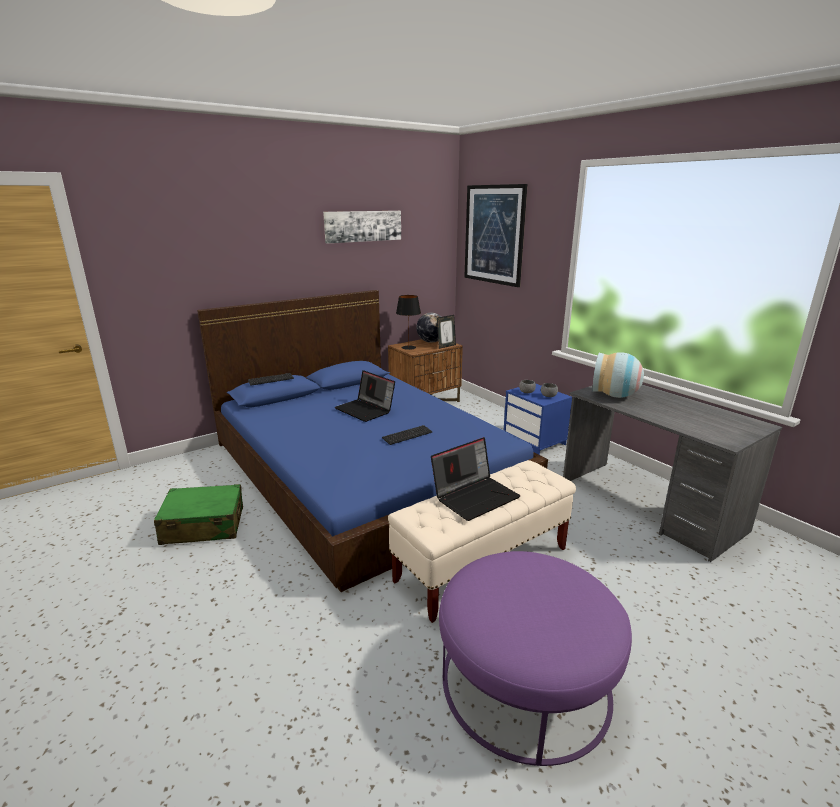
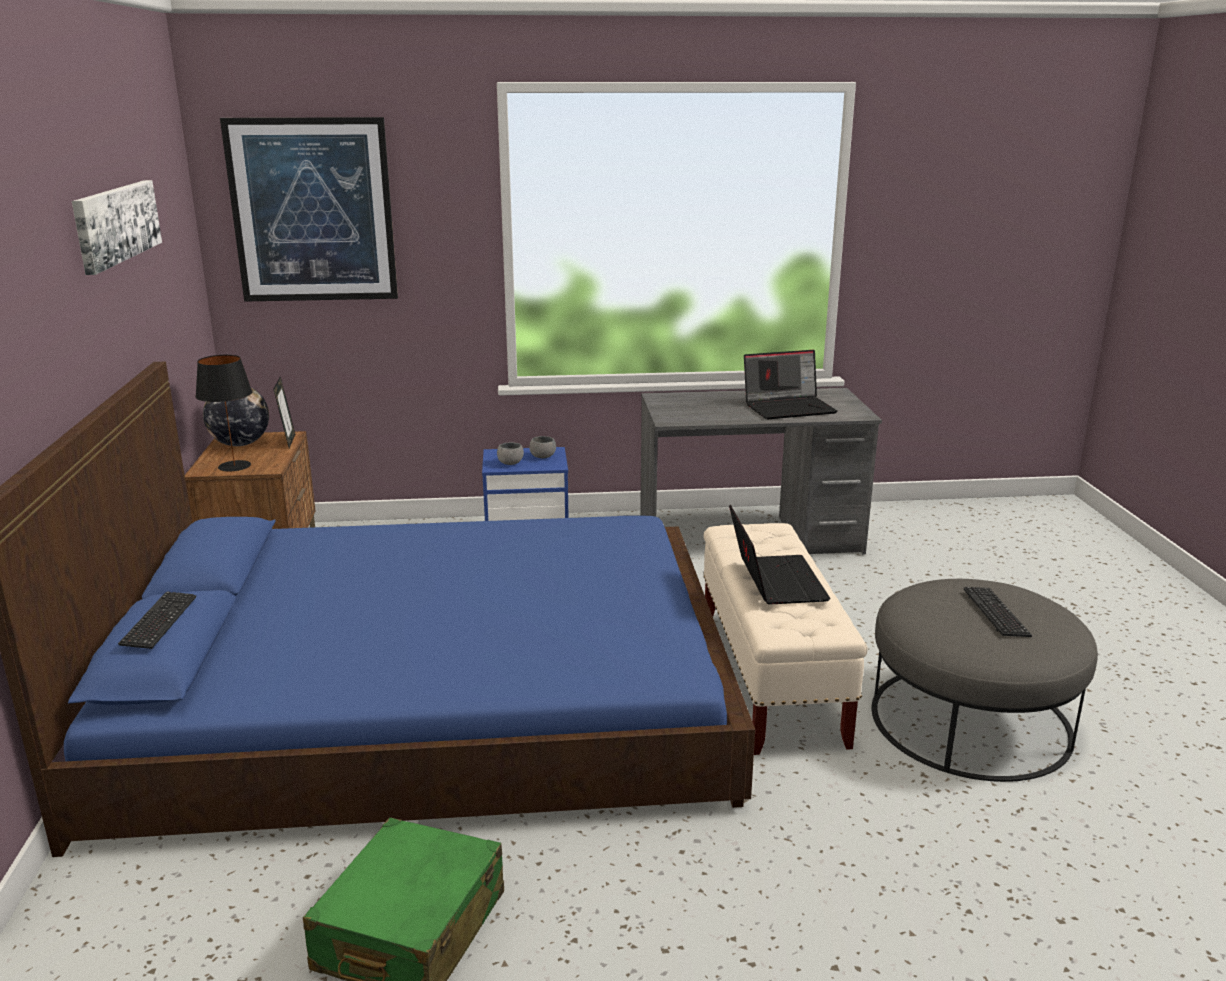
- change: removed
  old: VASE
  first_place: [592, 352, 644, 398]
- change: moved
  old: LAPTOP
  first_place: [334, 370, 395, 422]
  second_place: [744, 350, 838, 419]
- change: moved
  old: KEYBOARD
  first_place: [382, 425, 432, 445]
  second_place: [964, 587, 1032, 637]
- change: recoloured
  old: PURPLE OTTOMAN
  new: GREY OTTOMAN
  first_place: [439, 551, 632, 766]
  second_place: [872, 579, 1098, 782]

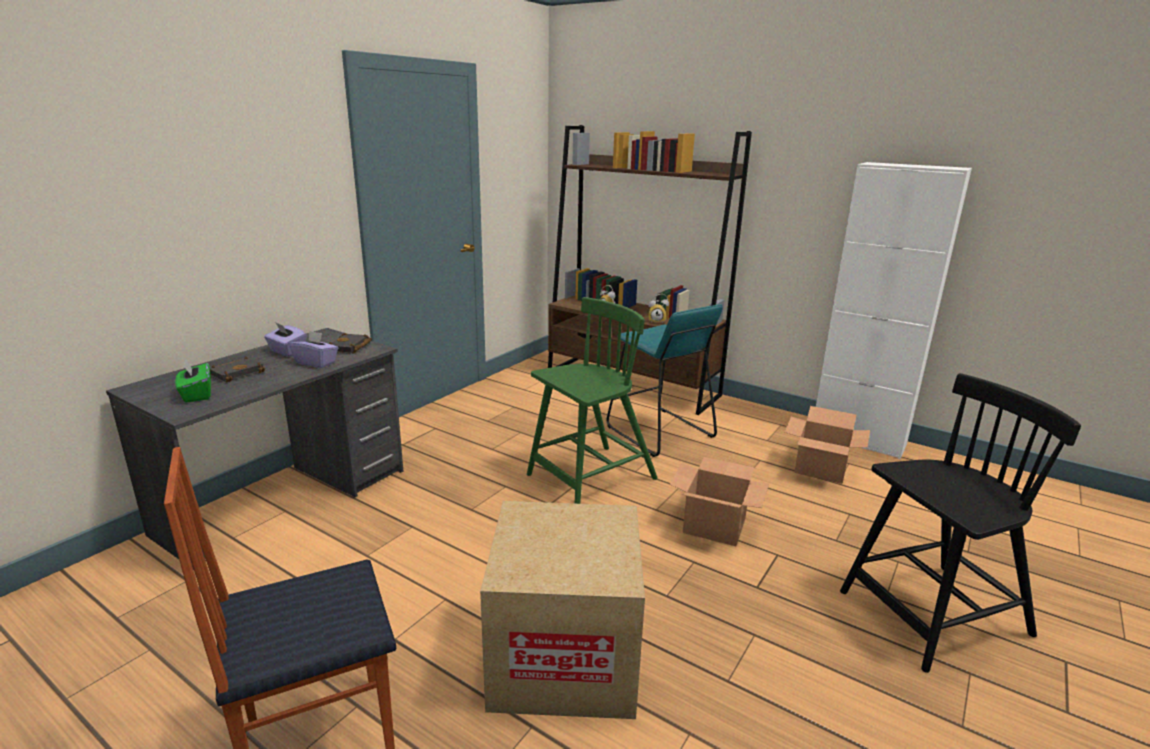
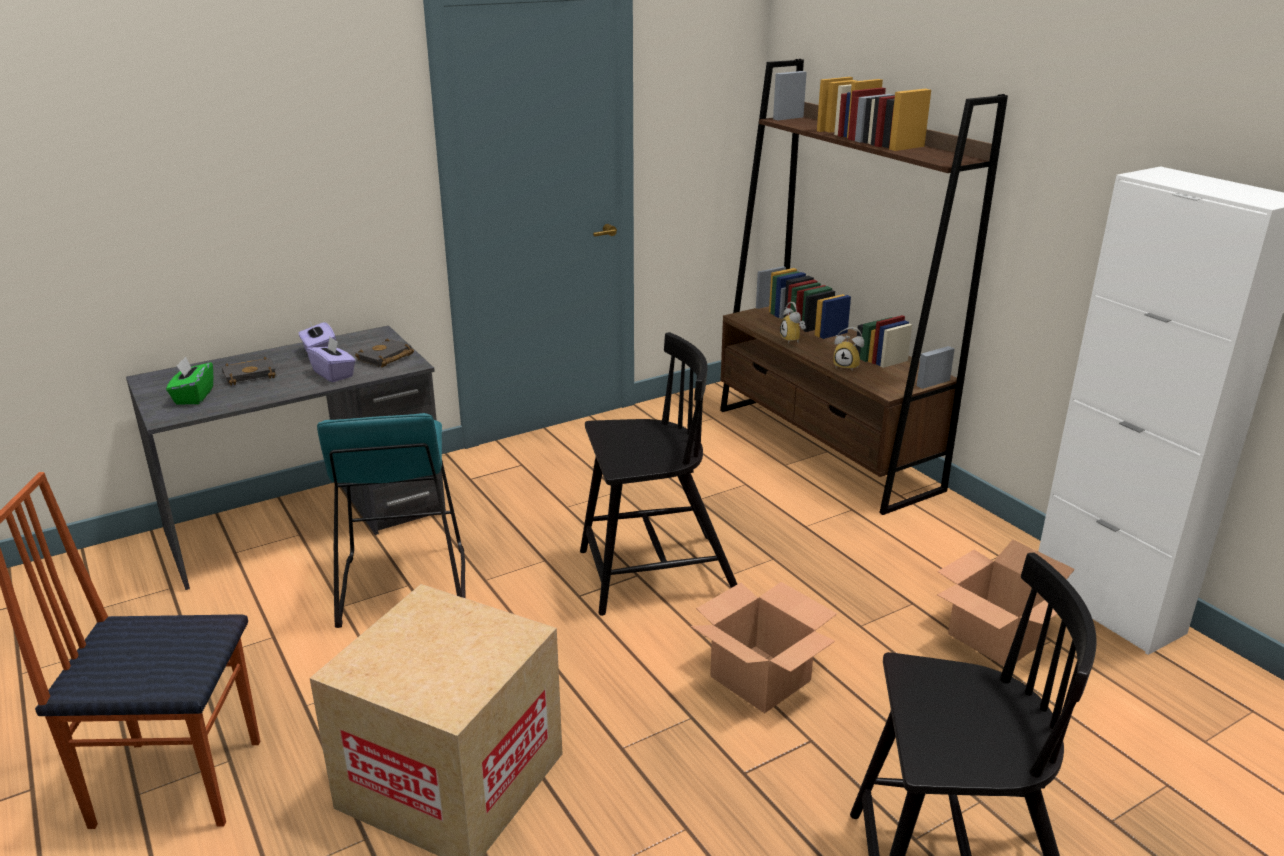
- change: moved
  old: TURQUOISE STOOL
  first_place: [606, 304, 723, 457]
  second_place: [317, 413, 466, 628]
- change: recoloured
  old: GREEN CHAIR
  new: BLACK CHAIR
  first_place: [527, 297, 658, 504]
  second_place: [580, 332, 737, 616]

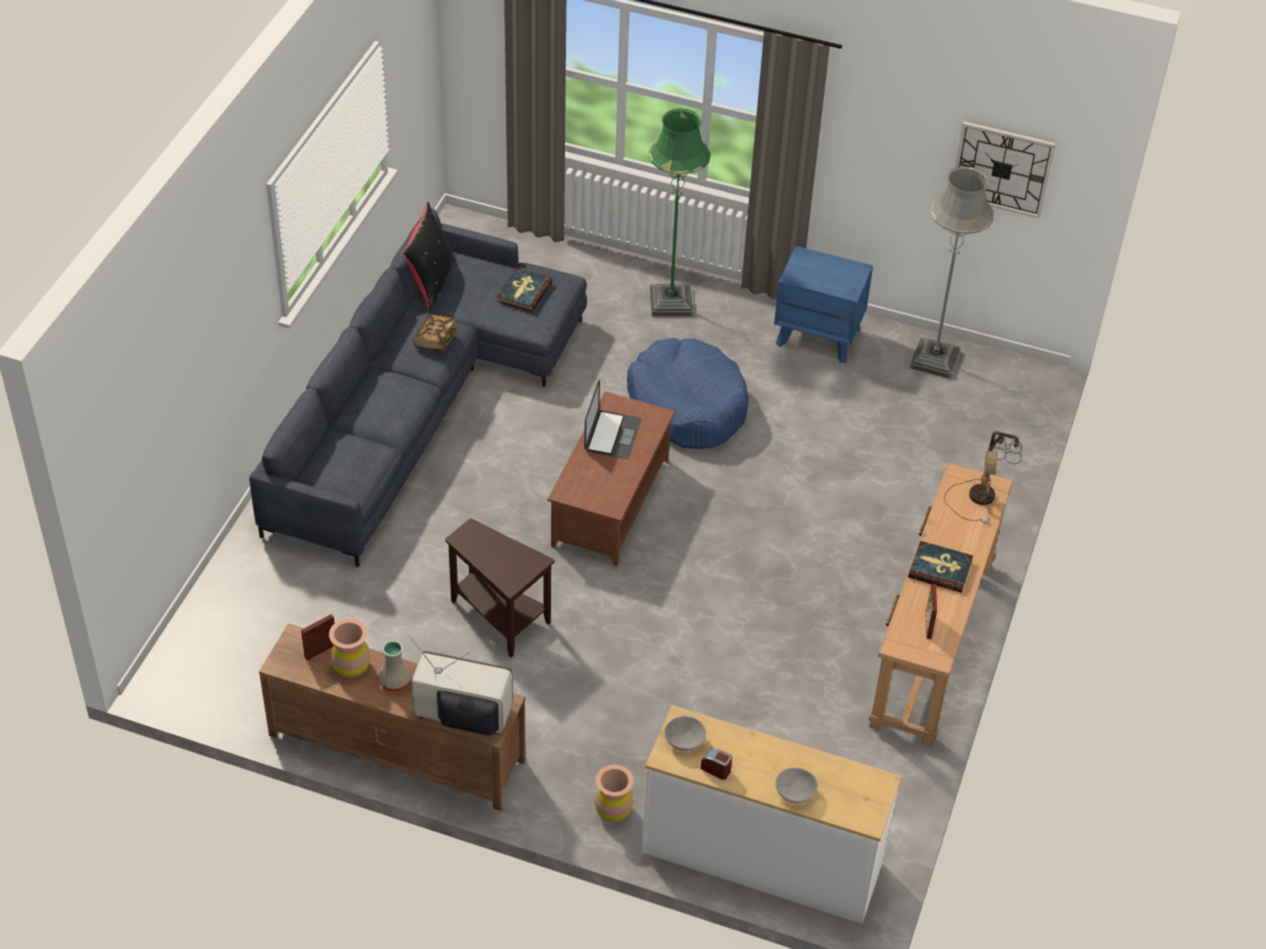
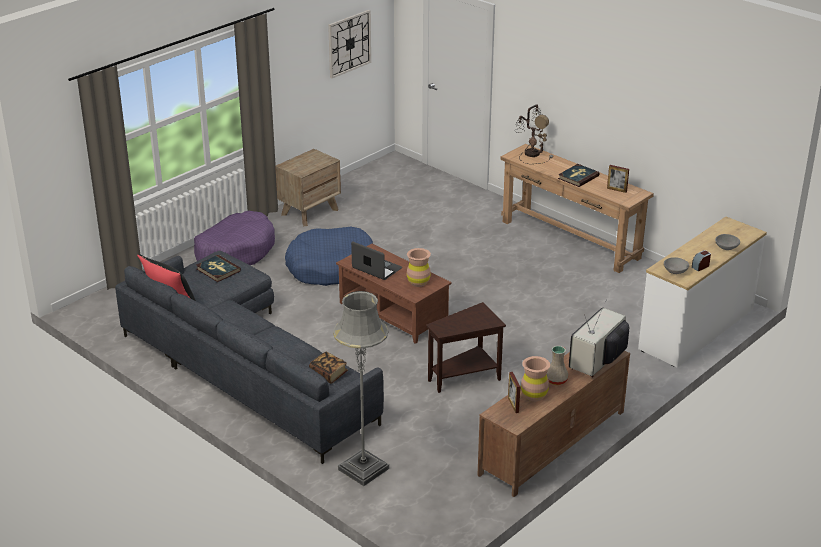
- change: moved
  old: BOOK
  first_place: [413, 314, 457, 352]
  second_place: [309, 351, 348, 384]
- change: moved
  old: BROWN VASE
  first_place: [594, 765, 634, 822]
  second_place: [407, 248, 431, 287]
- change: moved
  old: GREY FLOOR LAMP
  first_place: [909, 166, 994, 379]
  second_place: [333, 291, 389, 486]
- change: replaced
  old: GREEN FLOOR LAMP
  new: PURPLE DOG BED
  first_place: [648, 108, 711, 317]
  second_place: [194, 211, 275, 265]
- change: recoloured
  old: BLUE NIGHTSTAND
  new: BROWN NIGHTSTAND
  first_place: [774, 246, 873, 363]
  second_place: [275, 149, 341, 226]

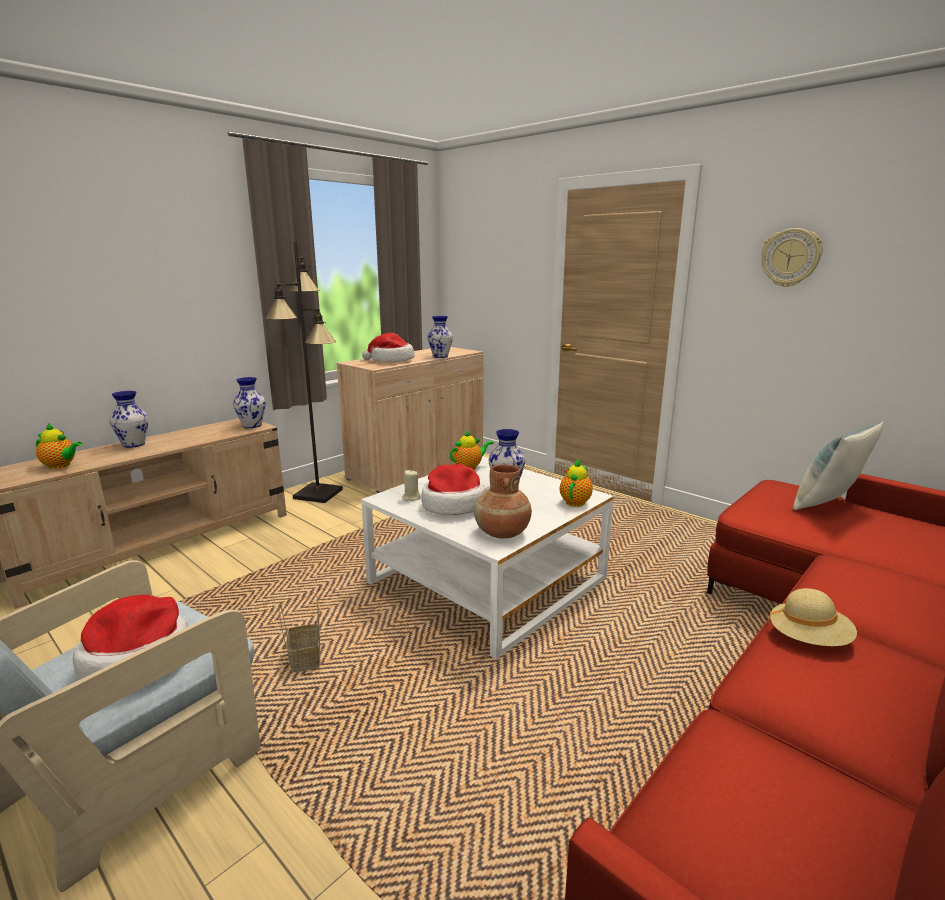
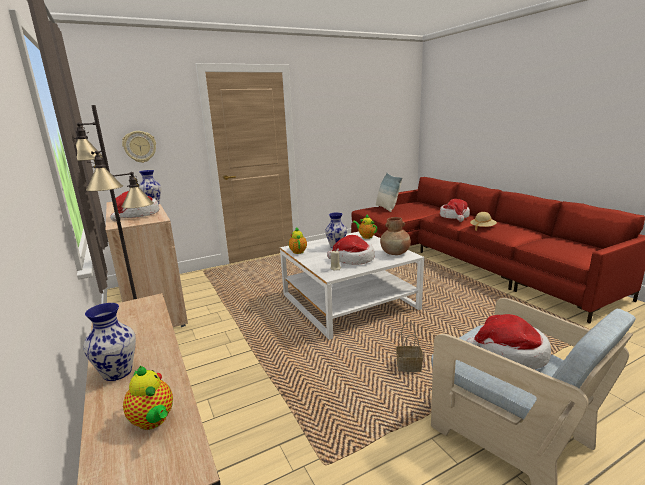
- change: removed
  old: VASE
  first_place: [233, 377, 266, 428]
- change: added
  new: HAT
  second_place: [440, 199, 470, 222]
- change: moved
  old: WALL CLOCK
  first_place: [761, 228, 823, 287]
  second_place: [122, 131, 156, 163]
- change: turned
  old: TEAPOT
  first_place: [36, 423, 82, 469]
  second_place: [123, 366, 173, 430]
  degrees: 105

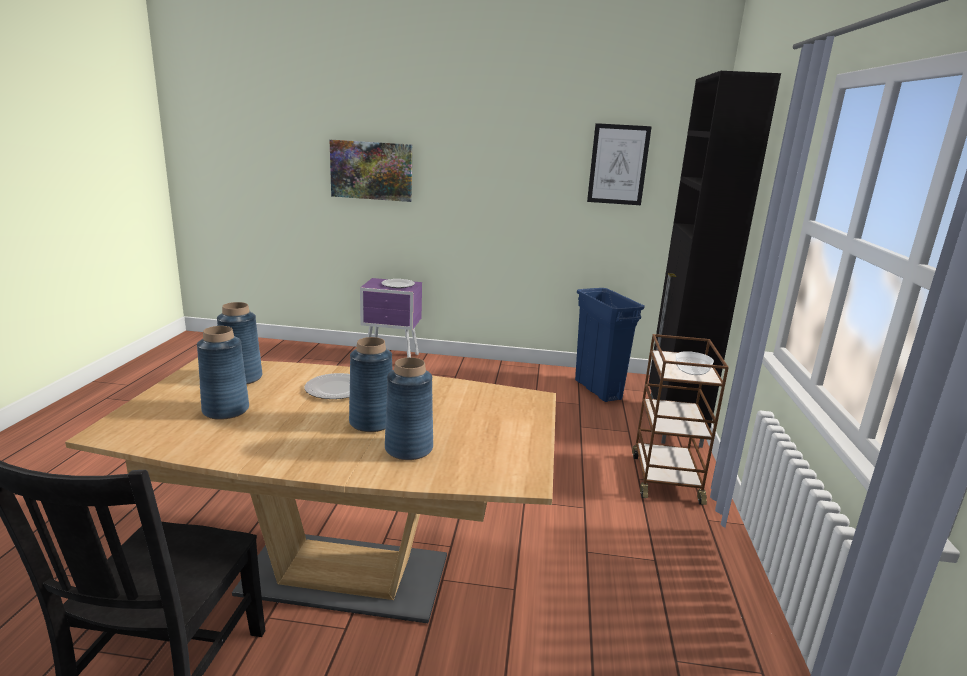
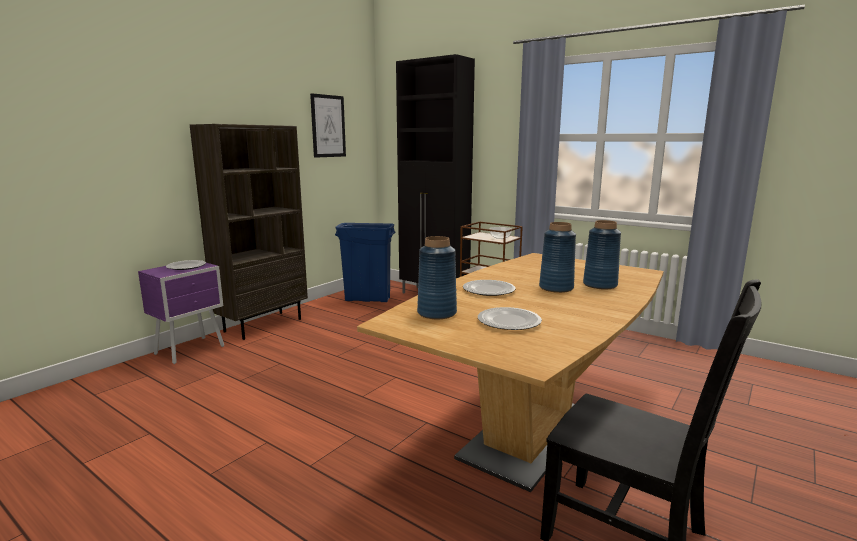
- change: removed
  old: PICTURE
  first_place: [330, 140, 412, 202]
- change: added
  new: BROWN BOOKCASE
  second_place: [190, 124, 308, 340]
- change: replaced
  old: BLUE VASE
  new: PLATE
  first_place: [197, 326, 249, 420]
  second_place: [478, 307, 542, 330]

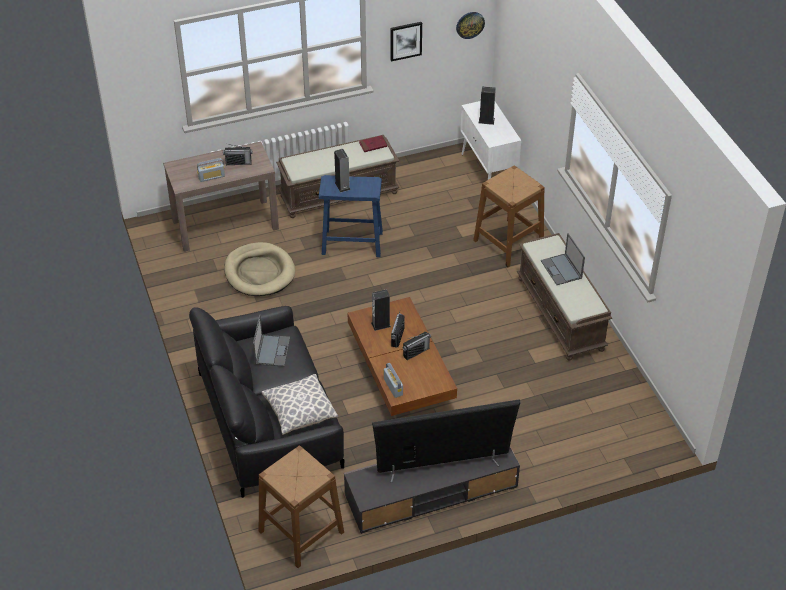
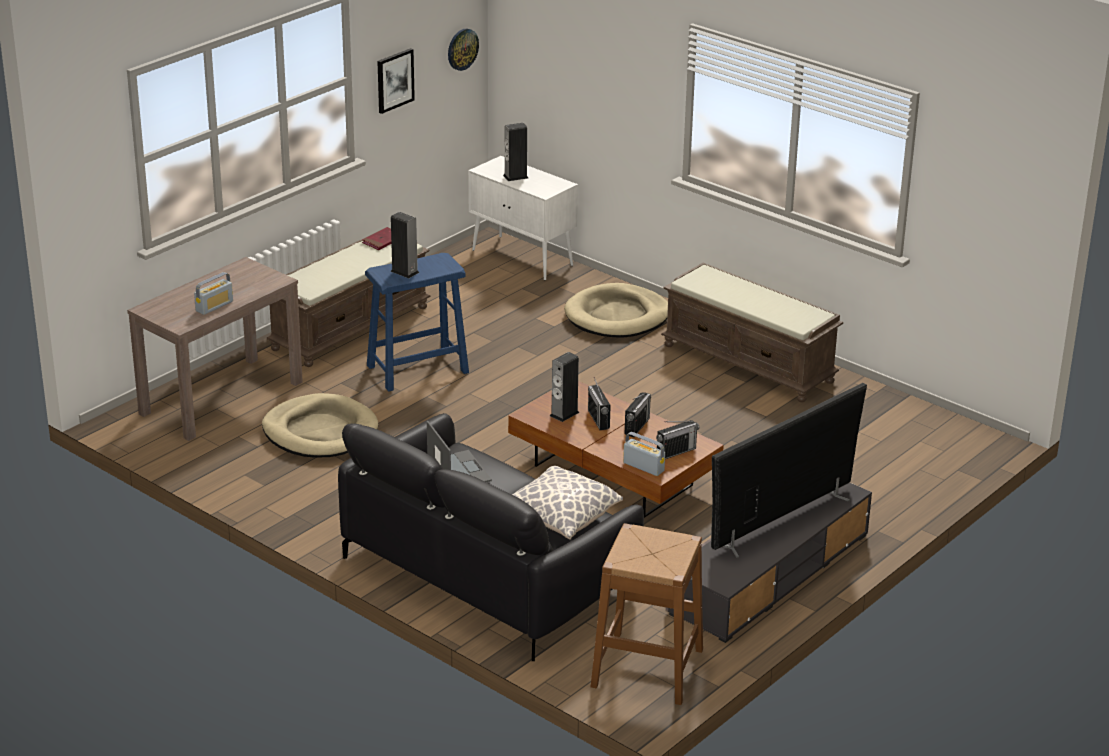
- change: removed
  old: LAPTOP
  first_place: [541, 233, 585, 285]
- change: moved
  old: RADIO
  first_place: [223, 144, 252, 165]
  second_place: [656, 420, 699, 459]
- change: replaced
  old: BROWN STOOL
  new: BEIGE DOG BED
  first_place: [473, 165, 545, 267]
  second_place: [564, 283, 668, 337]

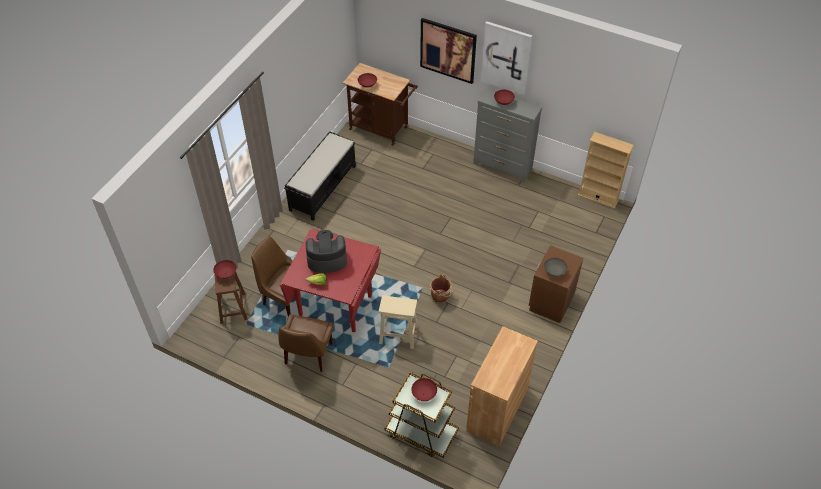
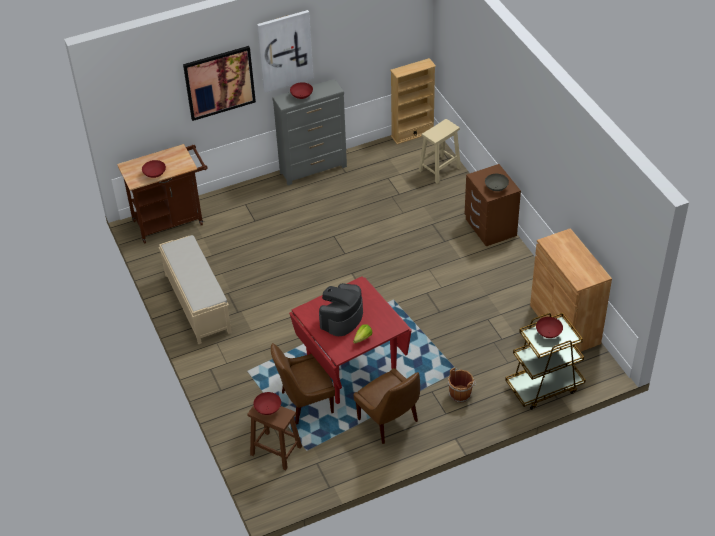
- change: moved
  old: BEIGE STOOL
  first_place: [379, 295, 418, 349]
  second_place: [418, 119, 461, 184]
- change: moved
  old: BROWN BUCKET
  first_place: [430, 274, 454, 304]
  second_place: [447, 368, 476, 403]
- change: recoloured
  old: BLACK BENCH
  new: BEIGE BENCH
  first_place: [284, 131, 356, 221]
  second_place: [159, 235, 232, 344]

